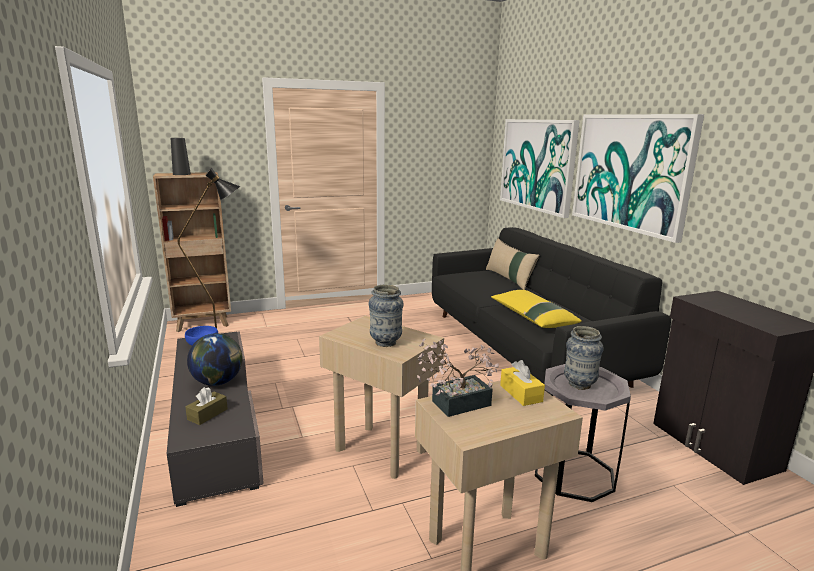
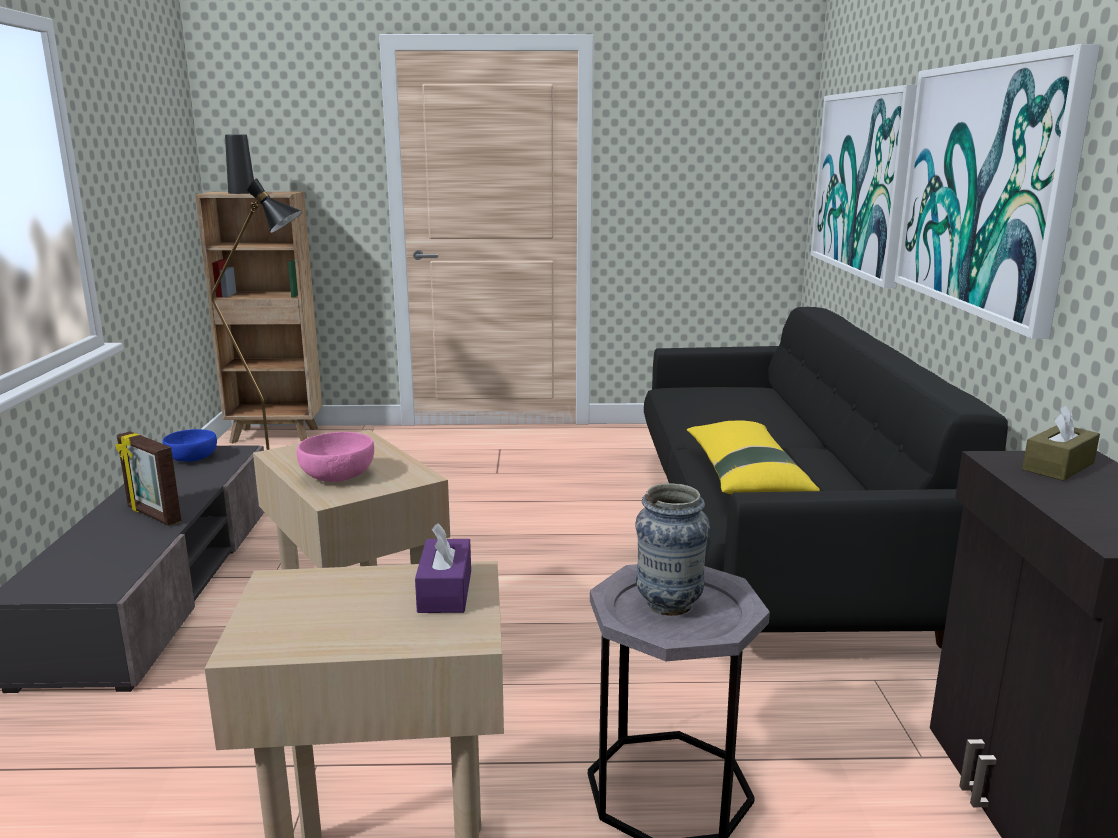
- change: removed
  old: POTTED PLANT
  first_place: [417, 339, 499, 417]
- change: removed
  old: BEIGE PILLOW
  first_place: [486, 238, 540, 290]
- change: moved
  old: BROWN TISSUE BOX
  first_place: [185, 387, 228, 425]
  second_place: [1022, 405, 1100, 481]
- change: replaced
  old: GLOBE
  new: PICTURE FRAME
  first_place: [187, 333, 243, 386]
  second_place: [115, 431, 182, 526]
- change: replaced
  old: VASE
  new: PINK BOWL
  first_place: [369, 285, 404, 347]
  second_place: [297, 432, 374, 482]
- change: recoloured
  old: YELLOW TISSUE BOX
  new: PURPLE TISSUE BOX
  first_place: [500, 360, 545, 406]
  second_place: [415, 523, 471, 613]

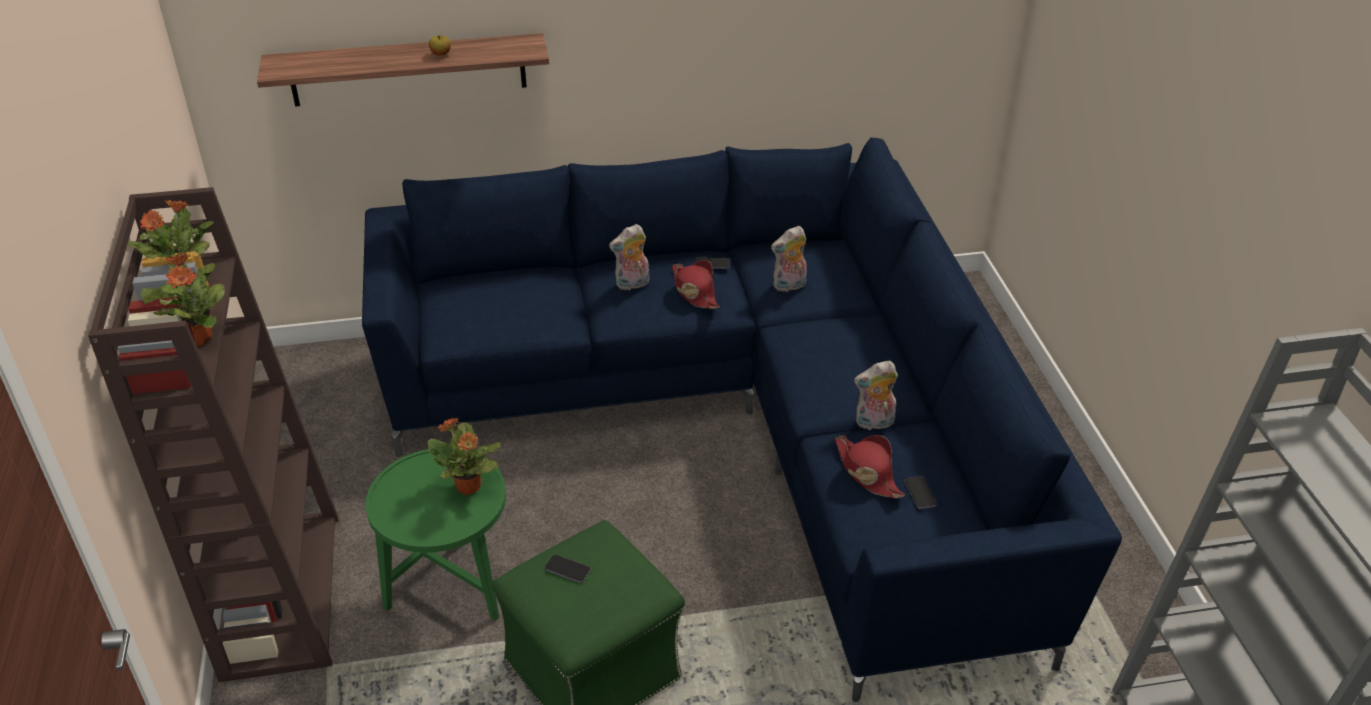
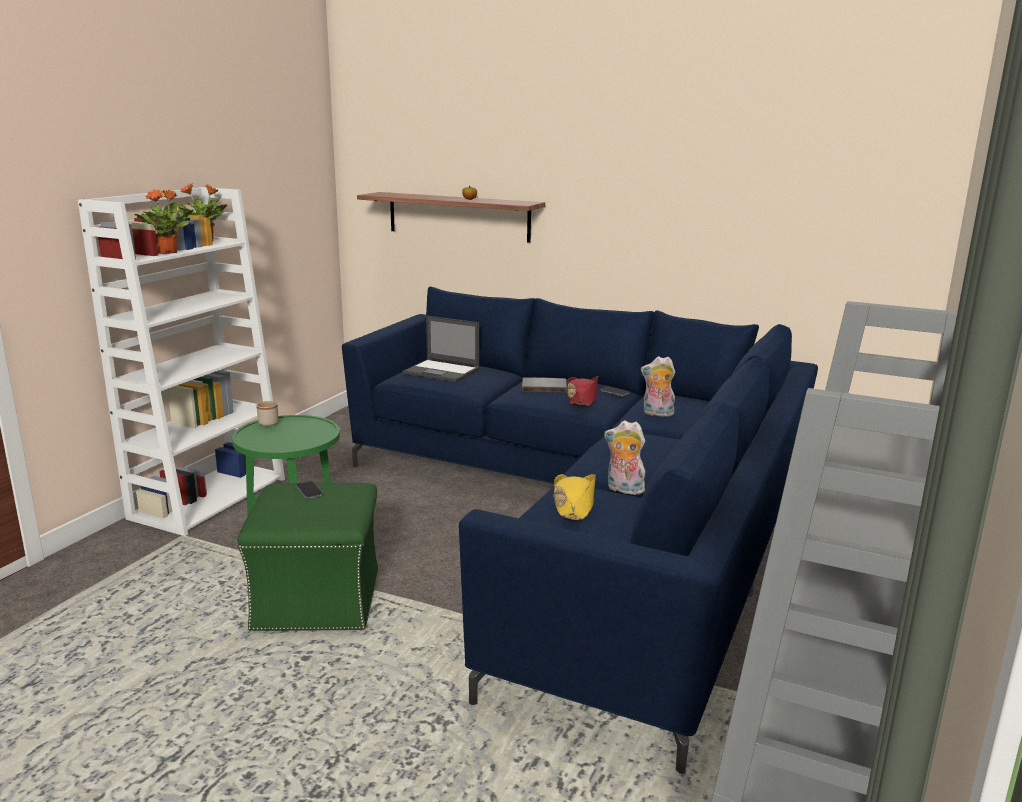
- change: removed
  old: POTTED PLANT
  first_place: [427, 418, 501, 495]
- change: removed
  old: PHONE
  first_place: [904, 476, 937, 509]
- change: added
  new: BEIGE MUG
  second_place: [256, 401, 279, 426]
- change: added
  new: LAPTOP
  second_place: [403, 316, 480, 382]
- change: replaced
  old: PLUSH TOY
  new: GREY BOOK
  first_place: [609, 224, 649, 290]
  second_place: [522, 377, 567, 392]
- change: recoloured
  old: BROWN BOOKCASE
  new: WHITE BOOKCASE
  first_place: [88, 187, 339, 682]
  second_place: [78, 187, 285, 536]
- change: recoloured
  old: RED HAT
  new: YELLOW HAT
  first_place: [835, 435, 905, 499]
  second_place: [553, 474, 596, 520]

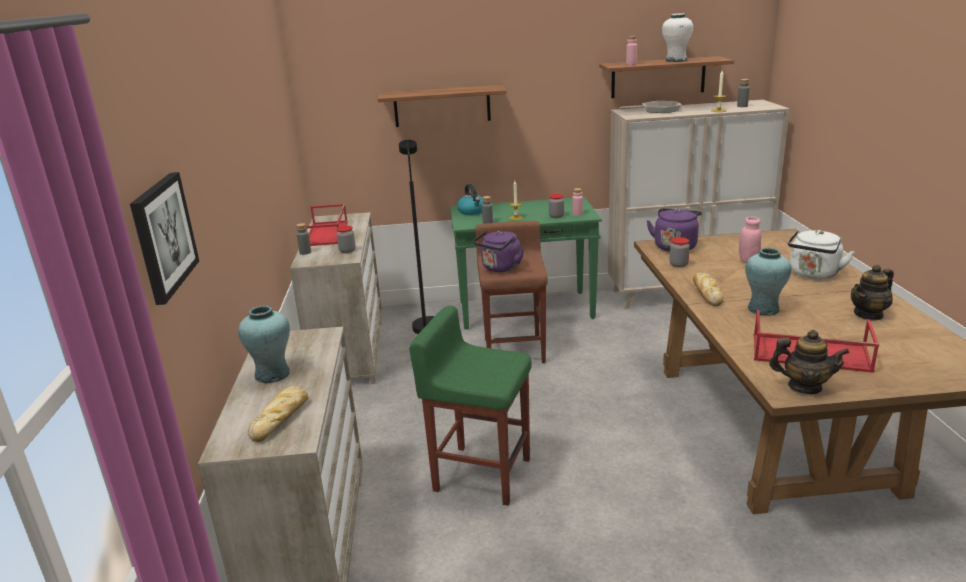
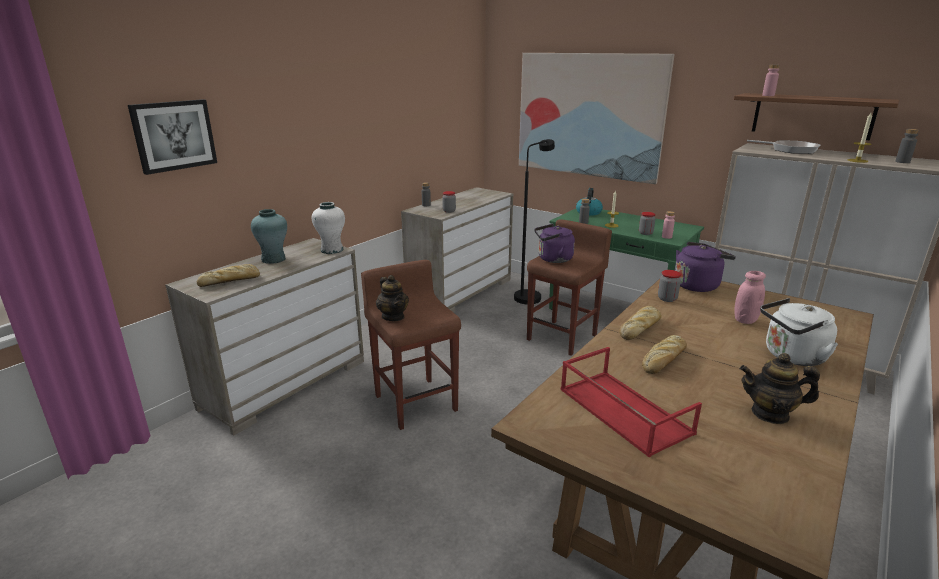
- change: removed
  old: RED TRAY
  first_place: [306, 204, 347, 246]
- change: moved
  old: WHITE VASE
  first_place: [662, 13, 693, 62]
  second_place: [312, 202, 345, 254]
- change: moved
  old: TEAPOT
  first_place: [769, 330, 850, 394]
  second_place: [376, 275, 409, 321]
- change: replaced
  old: SHELF
  new: PICTURE
  first_place: [378, 85, 506, 127]
  second_place: [519, 53, 675, 184]
- change: replaced
  old: TURQUOISE VASE
  new: BREAD
  first_place: [745, 248, 791, 316]
  second_place: [642, 335, 687, 374]
- change: recoloured
  old: GREEN STOOL
  new: BROWN STOOL
  first_place: [410, 306, 532, 506]
  second_place: [361, 260, 461, 430]

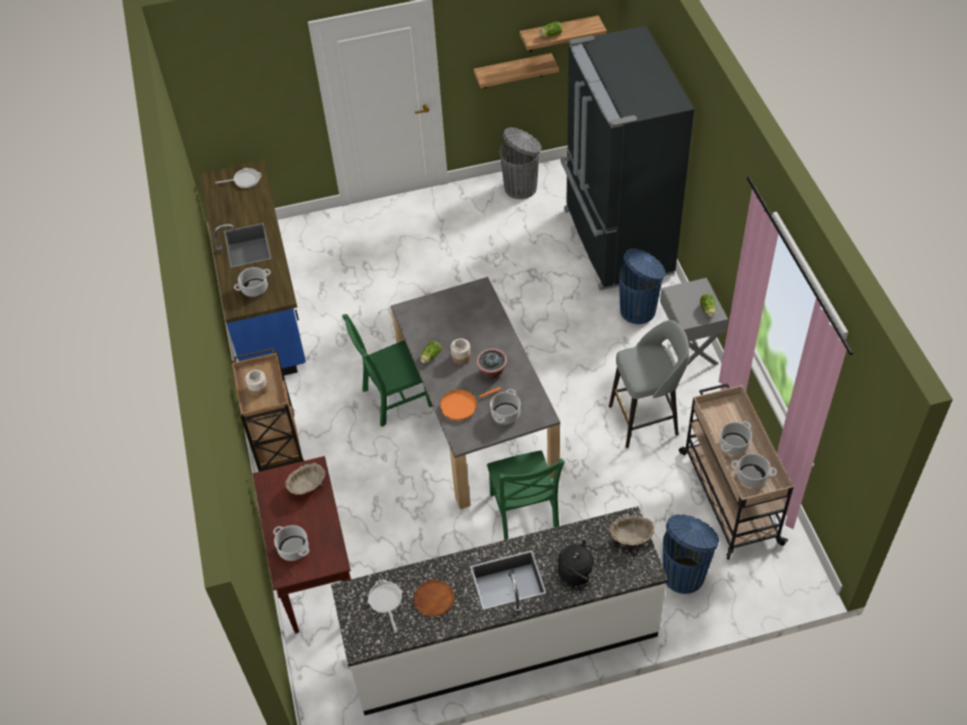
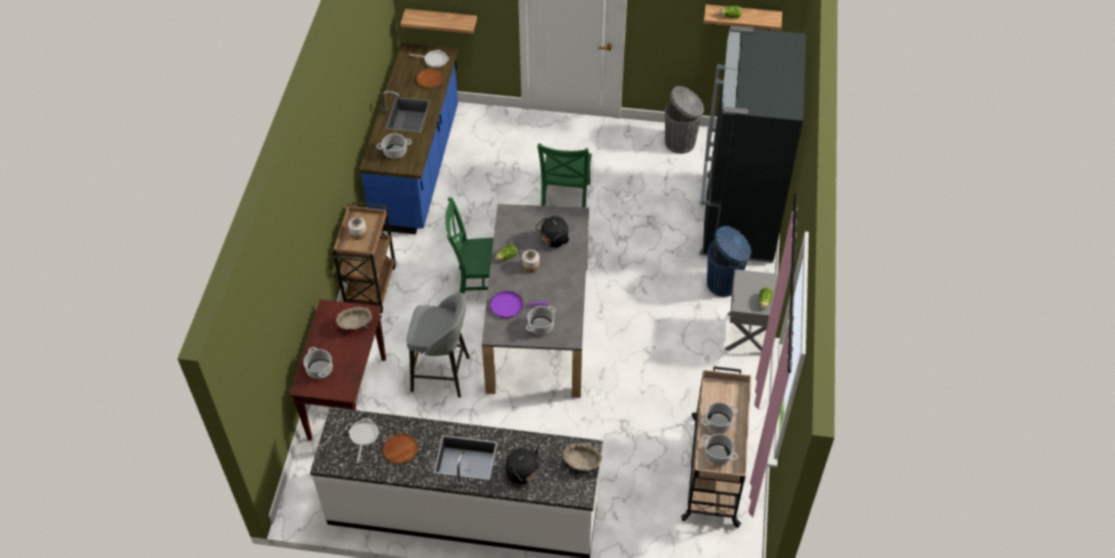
- change: removed
  old: POTTED PLANT
  first_place: [476, 348, 507, 379]
- change: removed
  old: BLUE TRASH CAN
  first_place: [663, 514, 719, 594]
- change: added
  new: BROWN PLATE
  second_place: [416, 68, 444, 88]
- change: added
  new: BLACK KETTLE
  second_place: [536, 216, 569, 247]
- change: moved
  old: SHELF
  first_place: [474, 53, 559, 88]
  second_place: [400, 9, 477, 34]
- change: moved
  old: GREEN CHAIR
  first_place: [487, 450, 564, 540]
  second_place: [537, 143, 592, 207]
- change: moved
  old: GREY STOOL
  first_place: [609, 320, 689, 448]
  second_place: [407, 293, 470, 398]
- change: recoloured
  old: ORANGE FRYING PAN
  new: PURPLE FRYING PAN
  first_place: [440, 387, 501, 421]
  second_place: [490, 291, 548, 318]

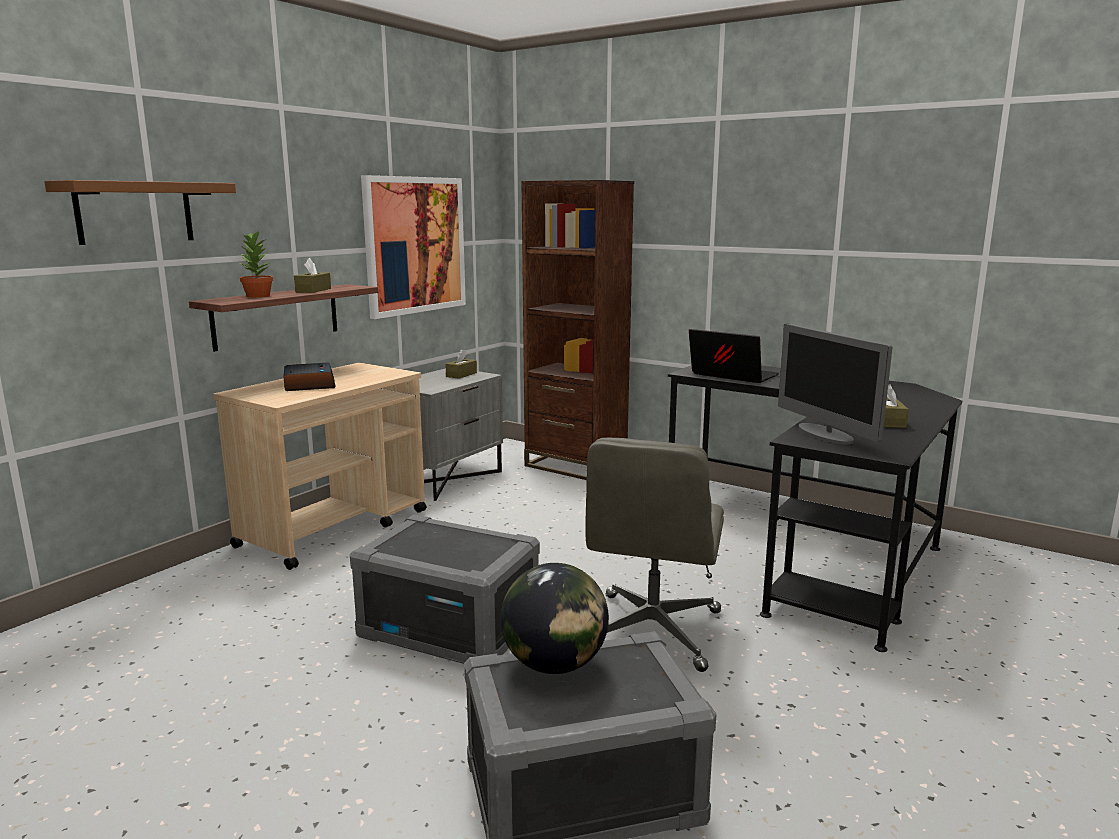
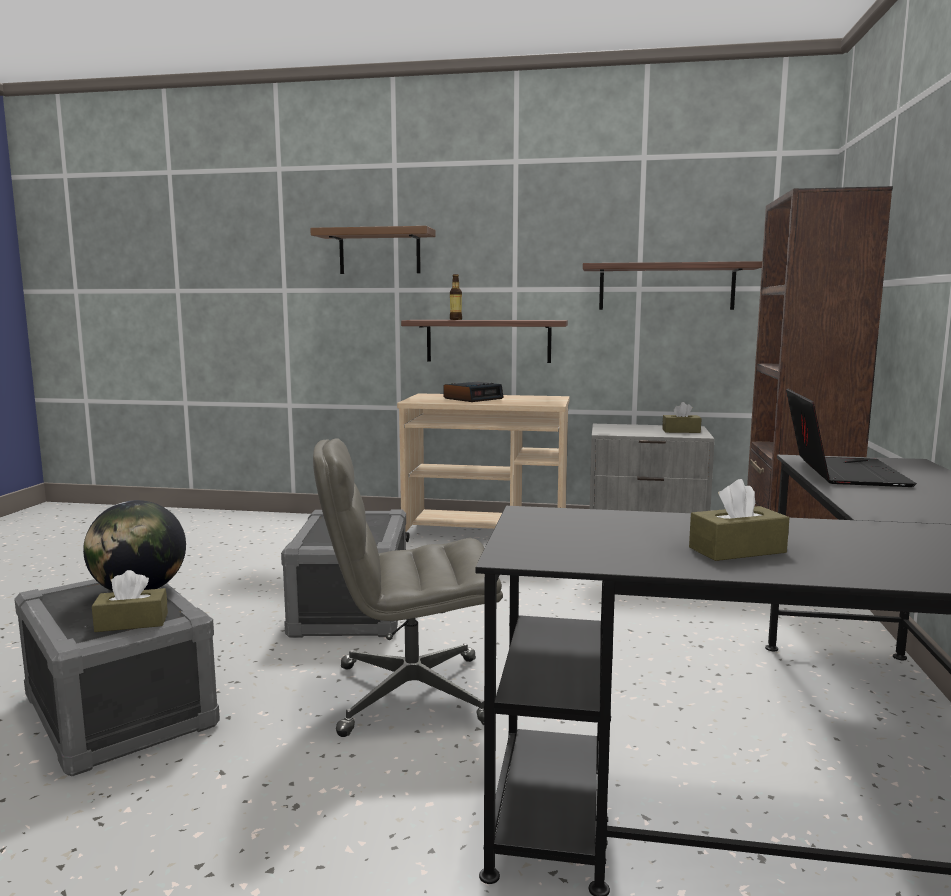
- change: removed
  old: MONITOR
  first_place: [778, 324, 893, 445]
- change: moved
  old: BROWN TISSUE BOX
  first_place: [294, 258, 331, 293]
  second_place: [92, 570, 168, 632]
- change: replaced
  old: POTTED PLANT
  new: BOTTLE
  first_place: [239, 231, 273, 297]
  second_place: [450, 274, 462, 320]
- change: replaced
  old: PICTURE
  new: SHELF
  first_place: [361, 175, 466, 319]
  second_place: [583, 261, 762, 310]

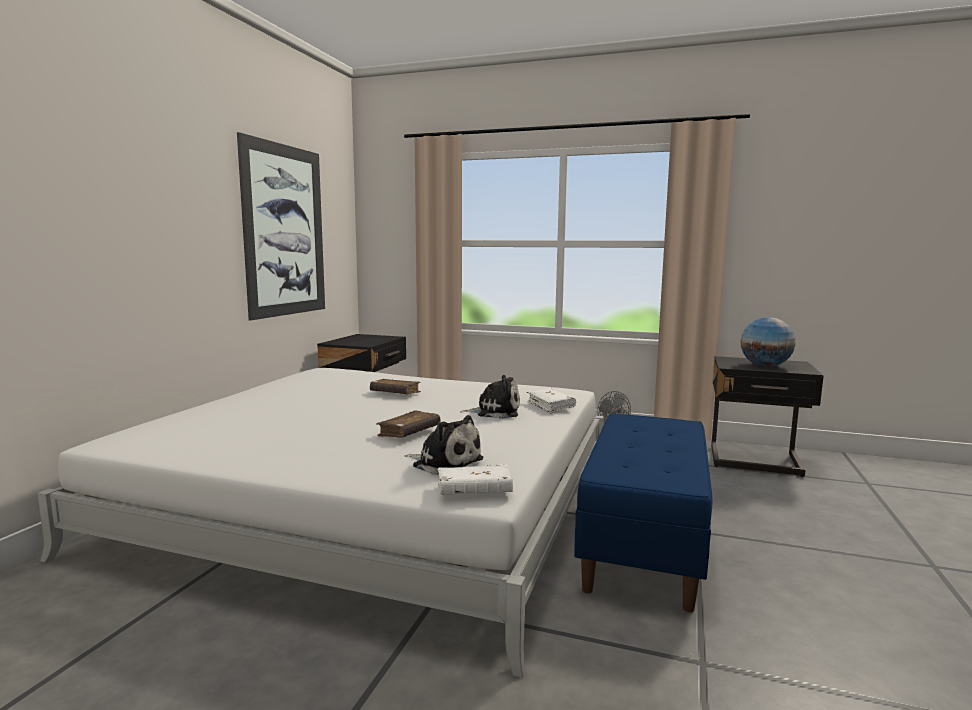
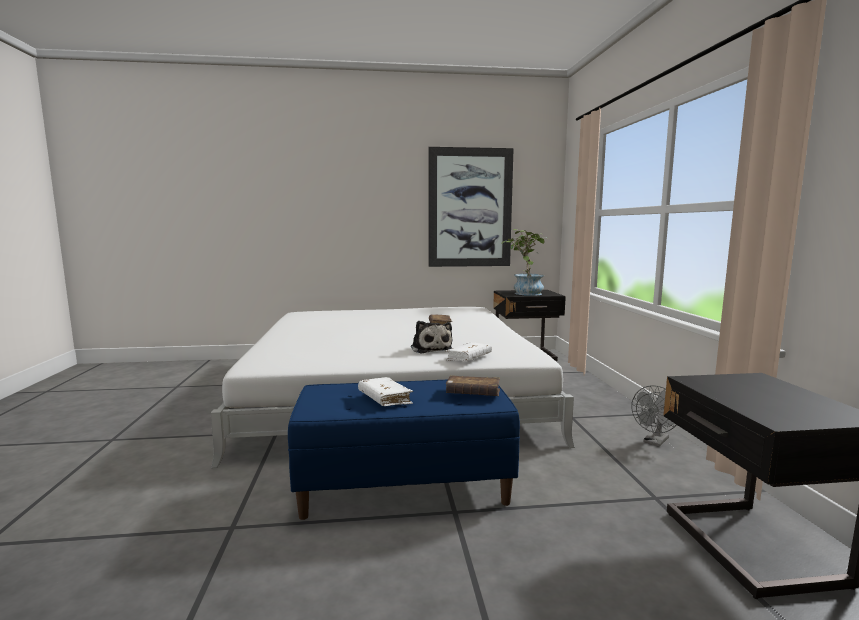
- change: removed
  old: PLUSH TOY
  first_place: [405, 415, 483, 475]
- change: removed
  old: GLOBE
  first_place: [741, 317, 795, 367]
- change: added
  new: POTTED PLANT
  second_place: [501, 229, 546, 296]
- change: moved
  old: BROWN BOOK
  first_place: [376, 410, 440, 438]
  second_place: [446, 375, 500, 396]
- change: moved
  old: WHITE BOOK
  first_place: [438, 464, 513, 495]
  second_place: [358, 377, 413, 406]

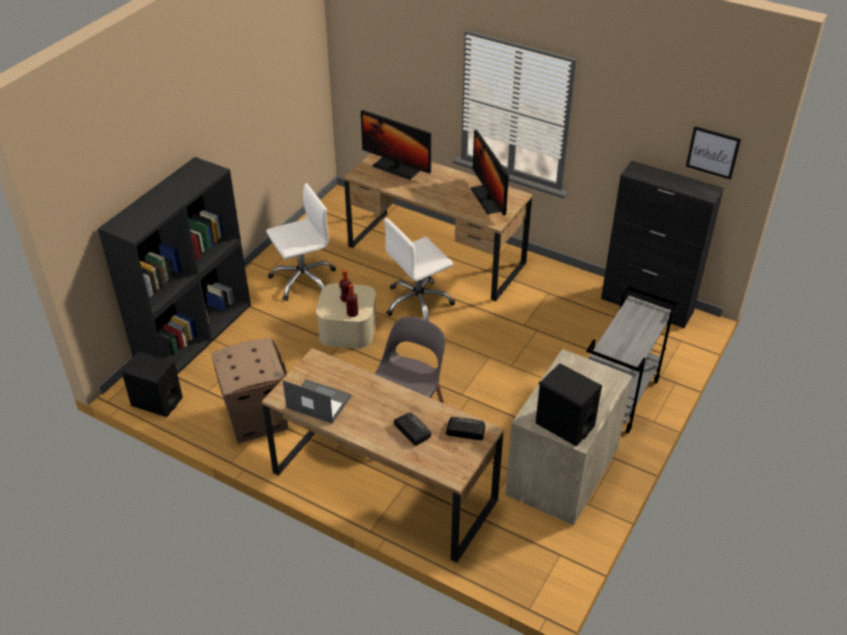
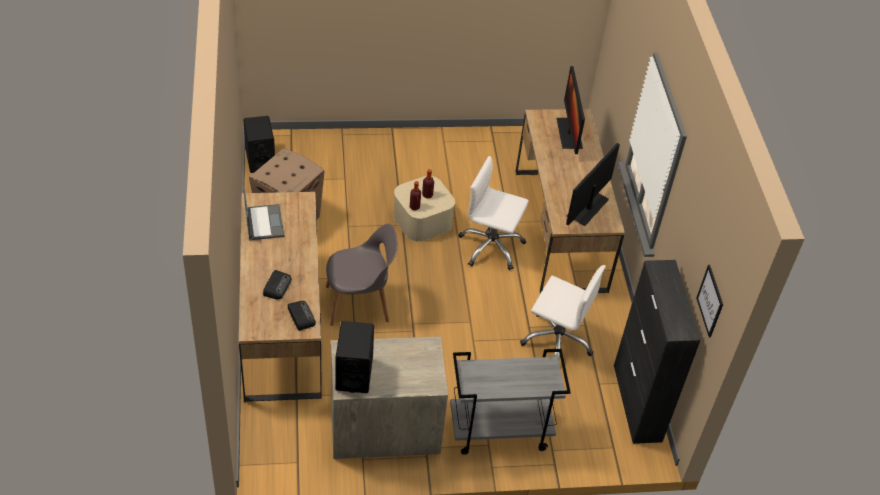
- change: removed
  old: BLACK BOOKCASE
  first_place: [98, 157, 251, 375]
- change: moved
  old: WHITE OFFICE CHAIR
  first_place: [266, 183, 336, 301]
  second_place: [520, 265, 606, 360]

